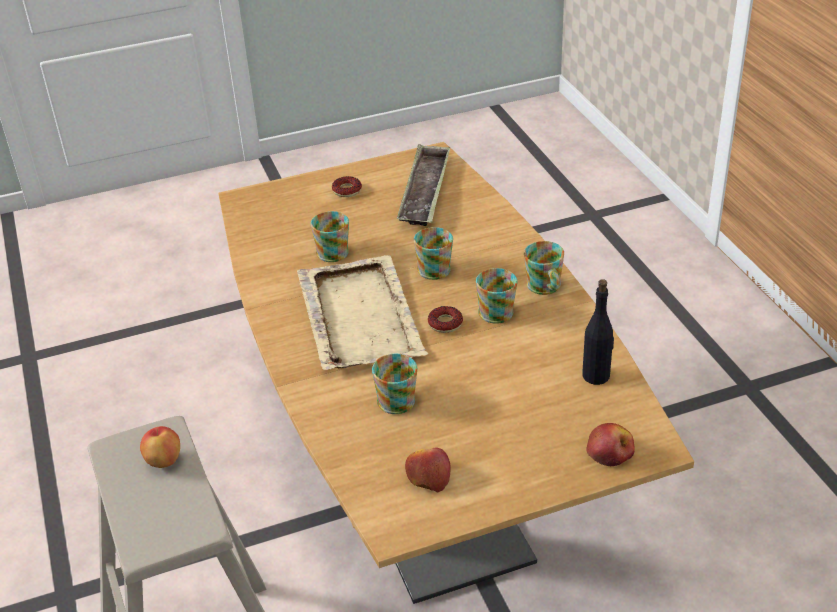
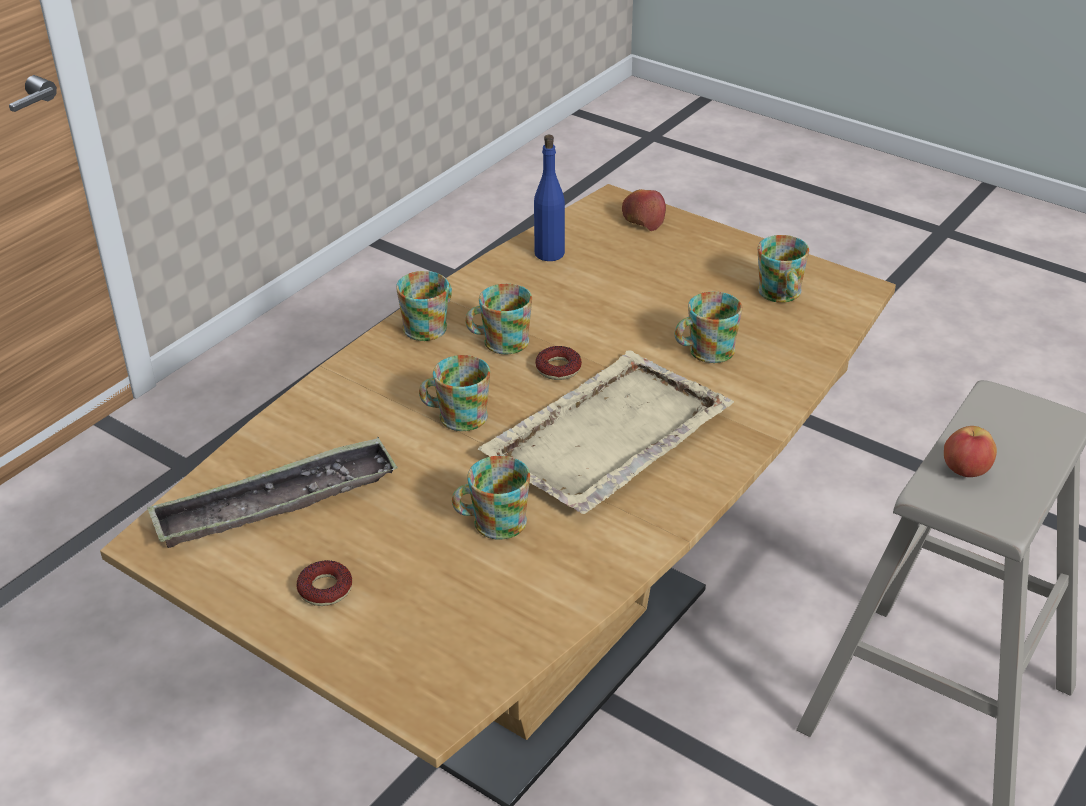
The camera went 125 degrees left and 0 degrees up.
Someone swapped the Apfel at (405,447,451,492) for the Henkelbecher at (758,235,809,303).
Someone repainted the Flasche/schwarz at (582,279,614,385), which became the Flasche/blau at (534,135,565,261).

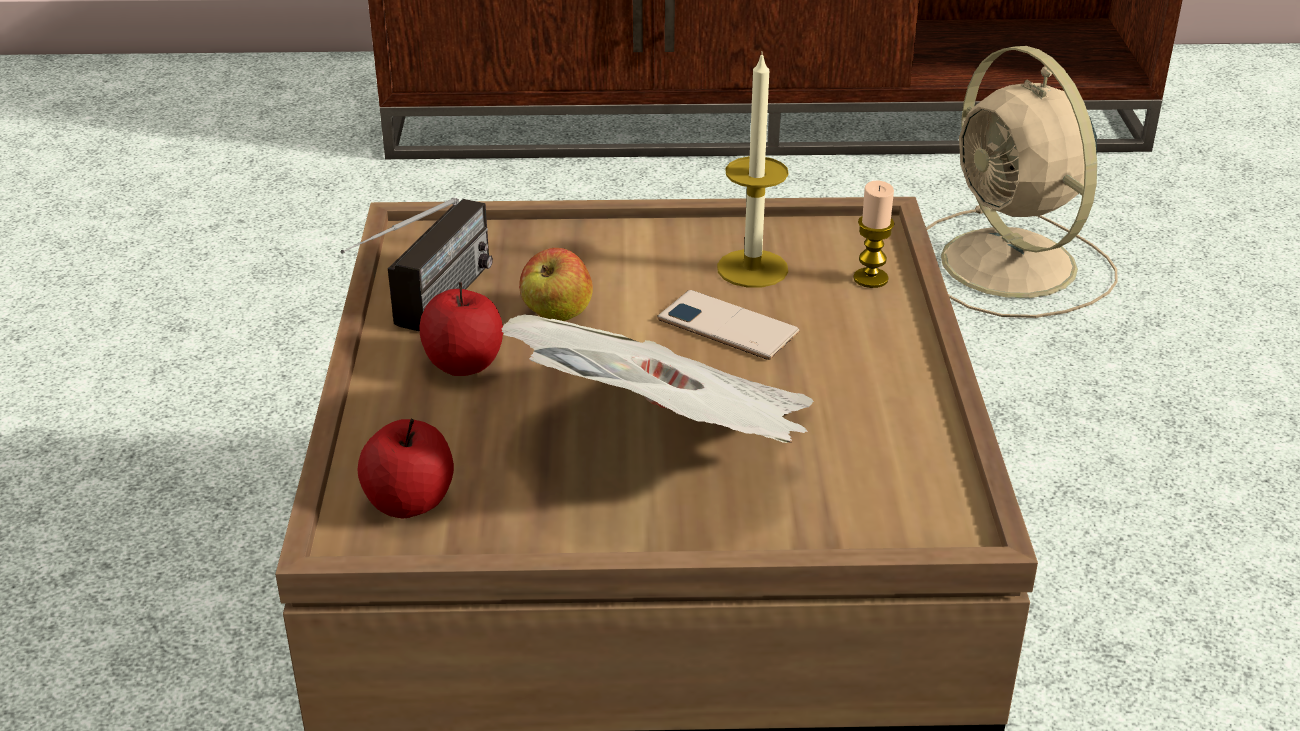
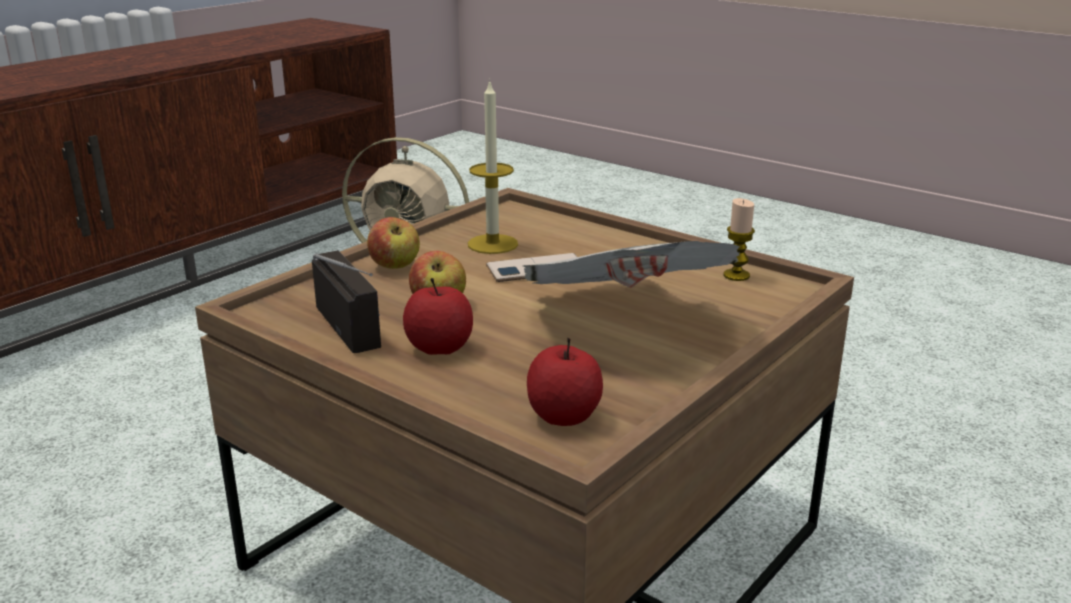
The camera went 50 degrees left and 10 degrees down.
Someone put down the Apfel at (367,217,420,269).
Someone carried the Kerze from (853,181,895,288) to (723,198,755,281).

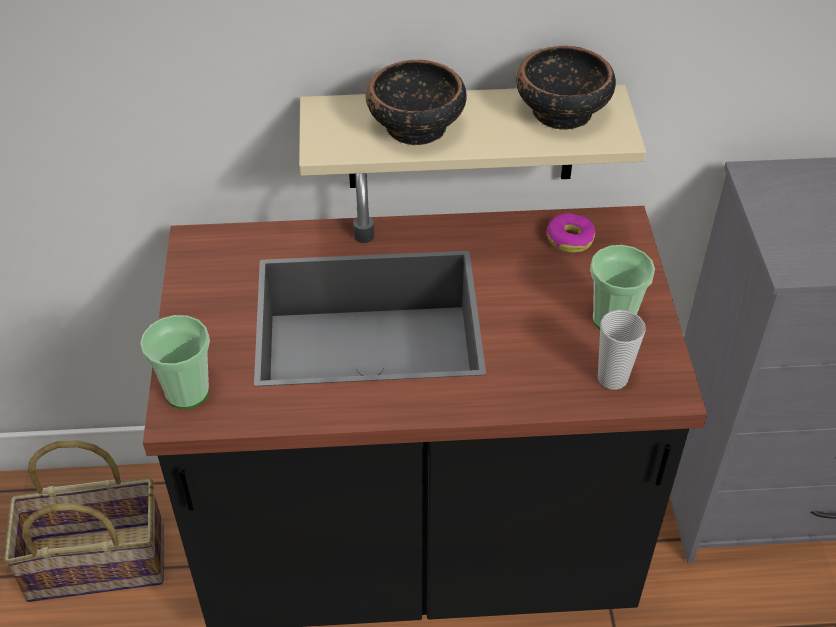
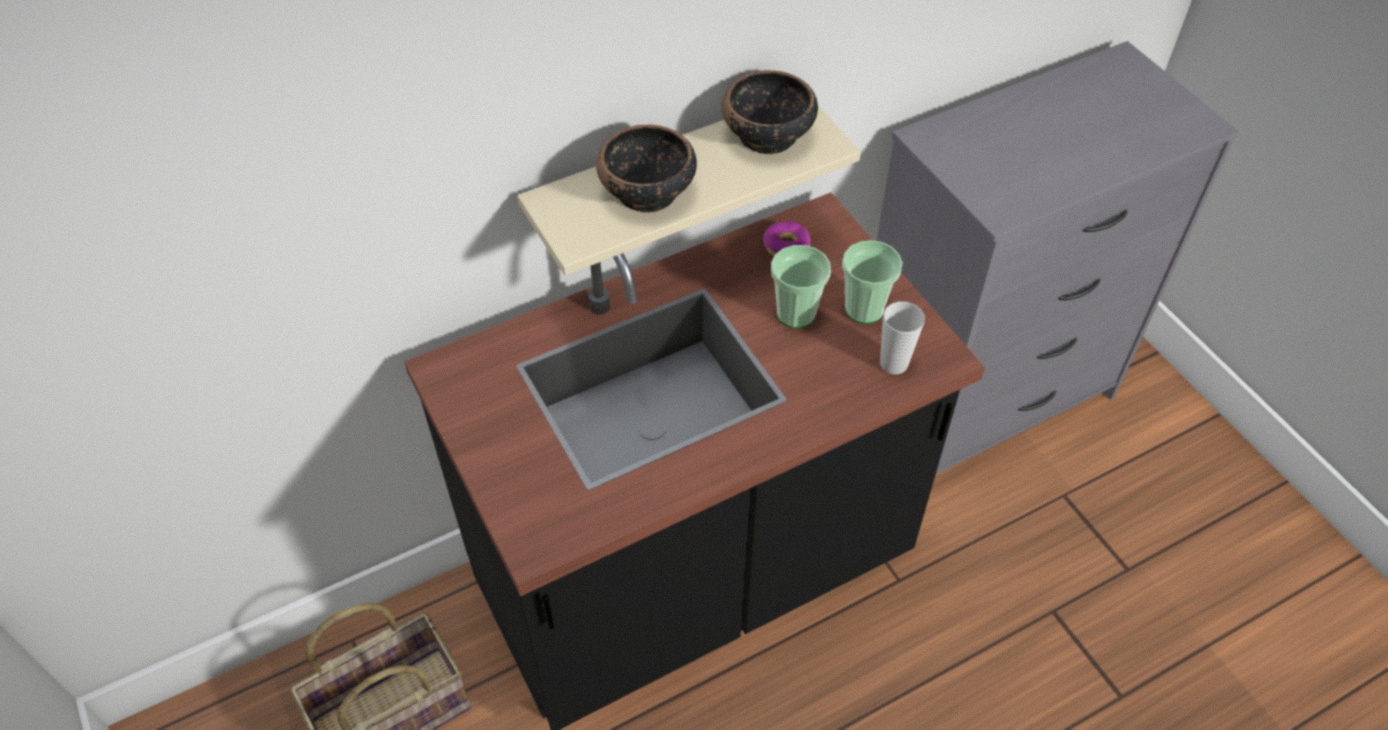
The camera went 25 degrees left and 5 degrees up.
Someone carried the Tasse from (140,315,210,409) to (771,245,831,329).

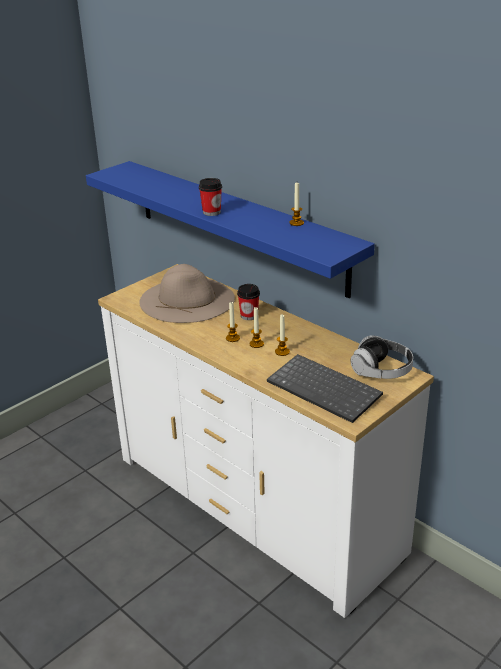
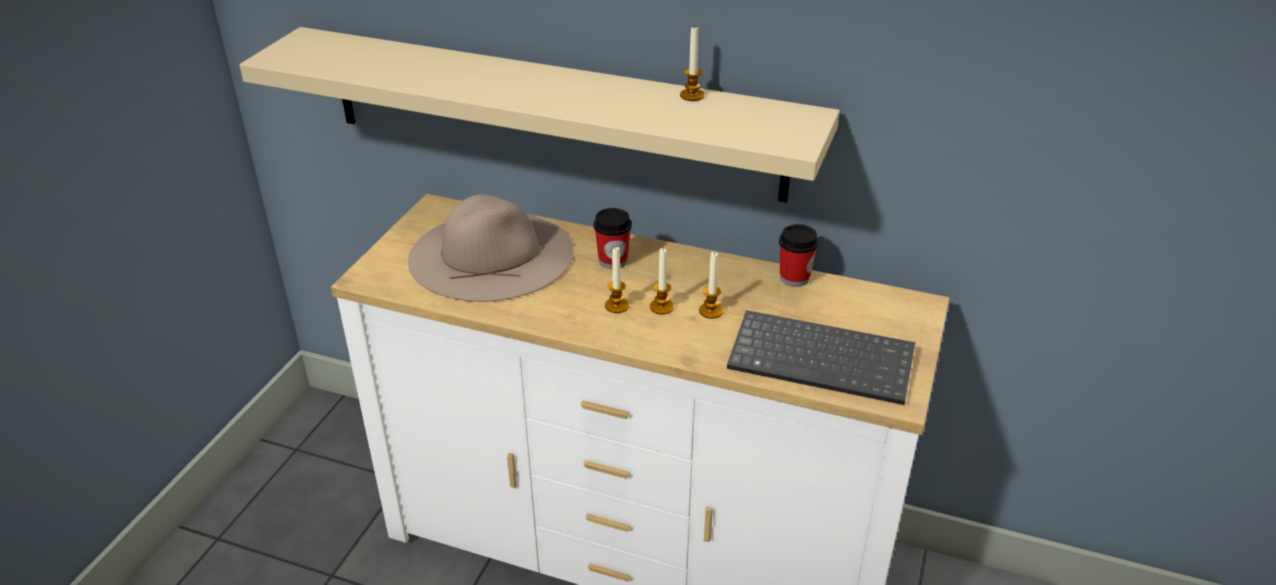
The camera went 25 degrees left and 5 degrees up.
Someone took away the Kopfhörer at (351,335,413,379).
Someone carried the Tasse from (199,178,222,216) to (779,224,818,287).
Someone repainted the Wandregal/blau at (86,161,375,298), which became the Wandregal/beige at (239,27,840,203).

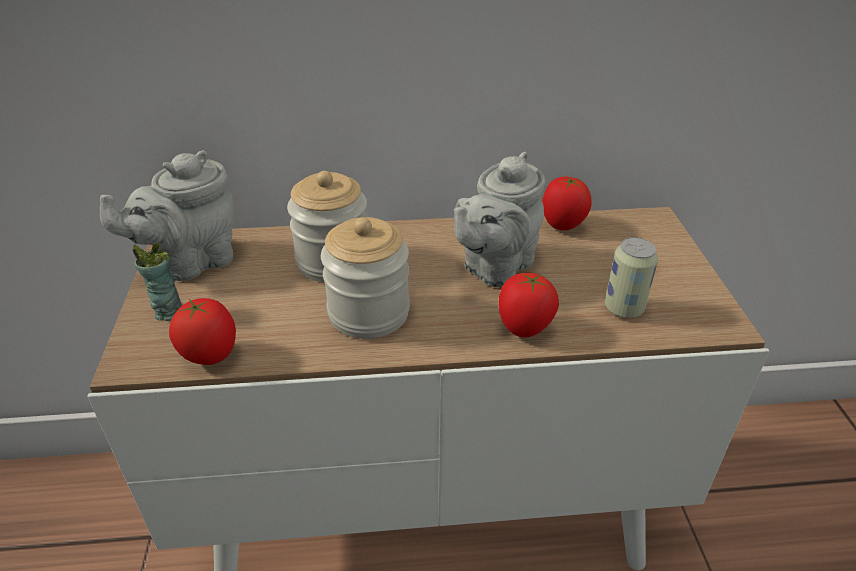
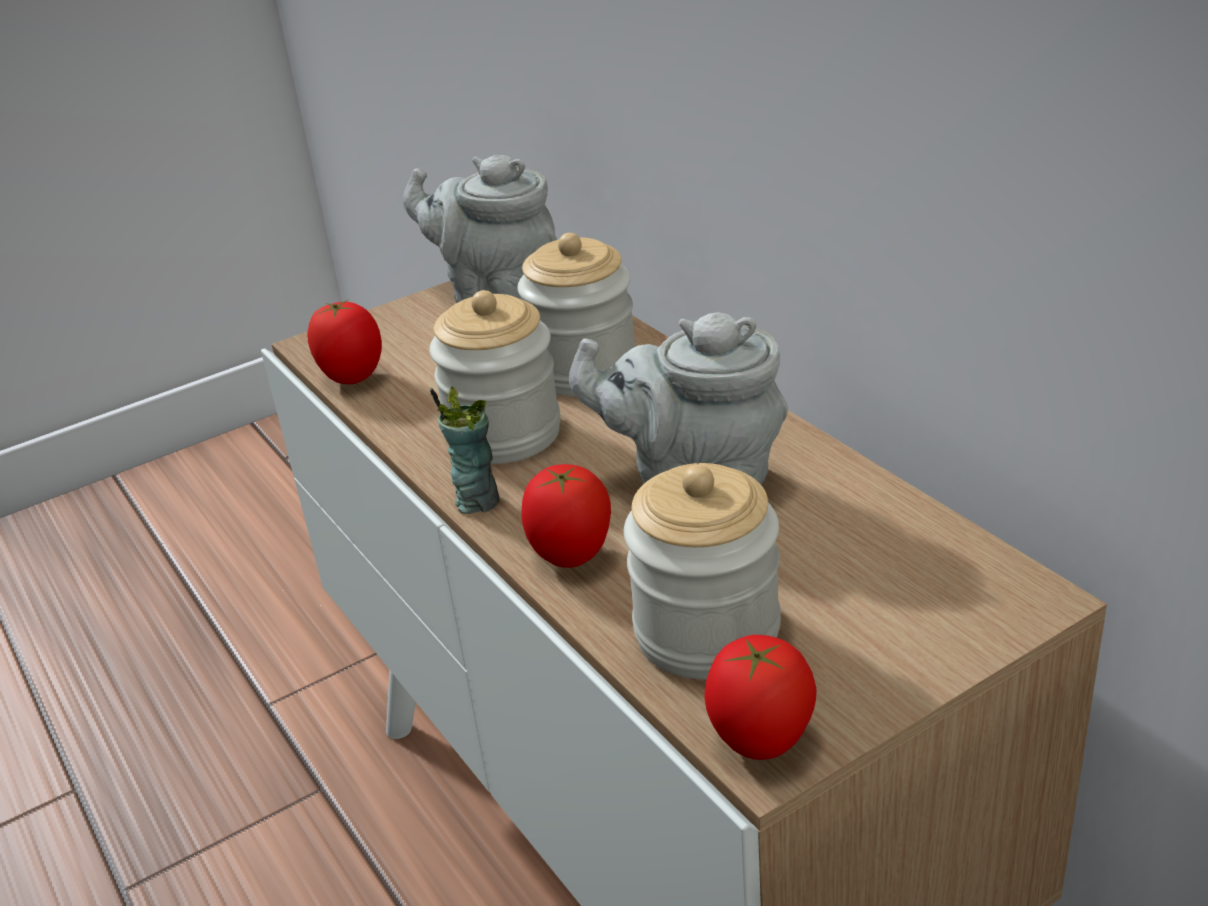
The camera went 65 degrees right and 5 degrees down.
Someone carried the Tasse from (131,243,182,321) to (430,386,499,514).
Someone carried the Tomate from (542,177,592,230) to (705,635,817,760).
Someone swapped the Dose at (605,237,658,318) for the Vorratsglas at (624,463,781,679).

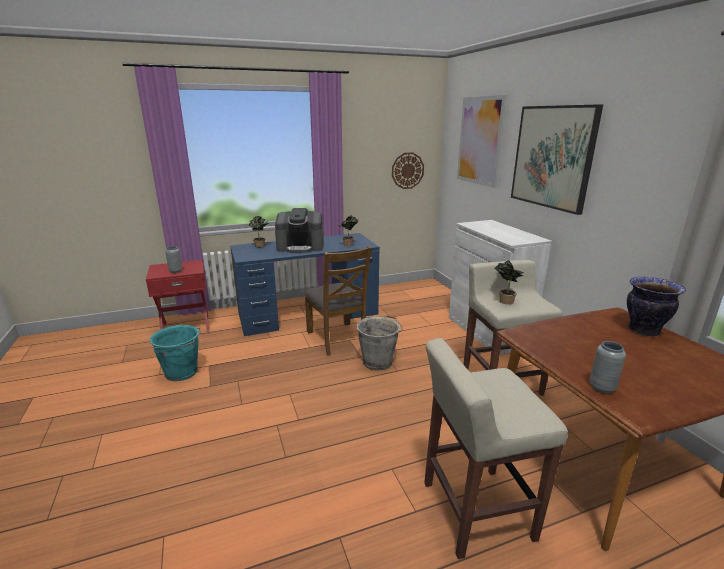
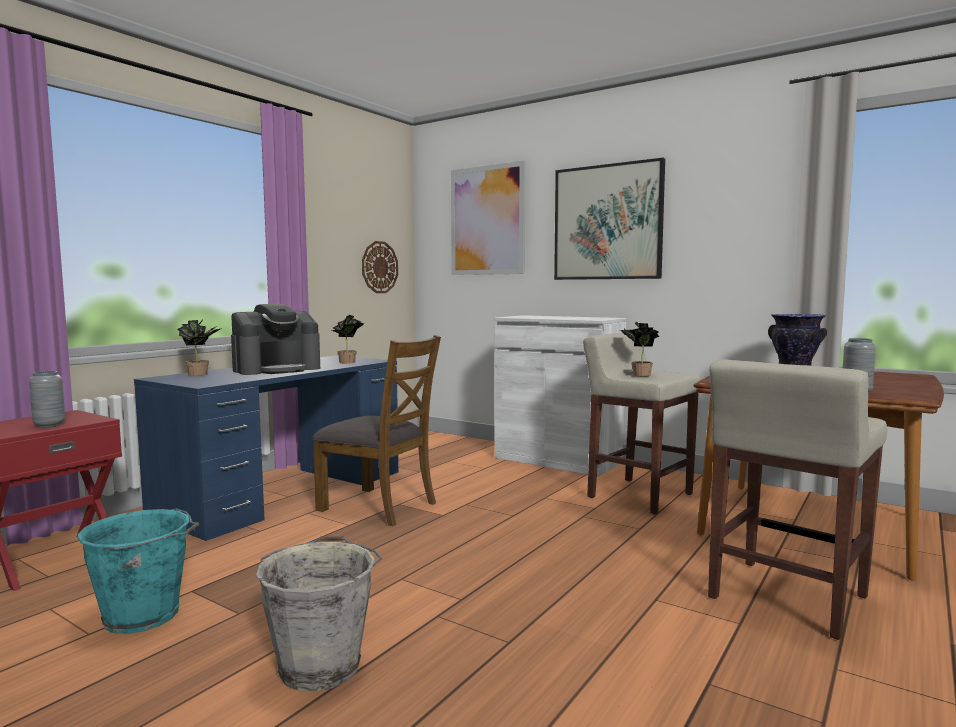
The camera went 35 degrees left and 15 degrees down.
Someone carried the Eimer/grau from (357,315,402,371) to (256,536,382,692).

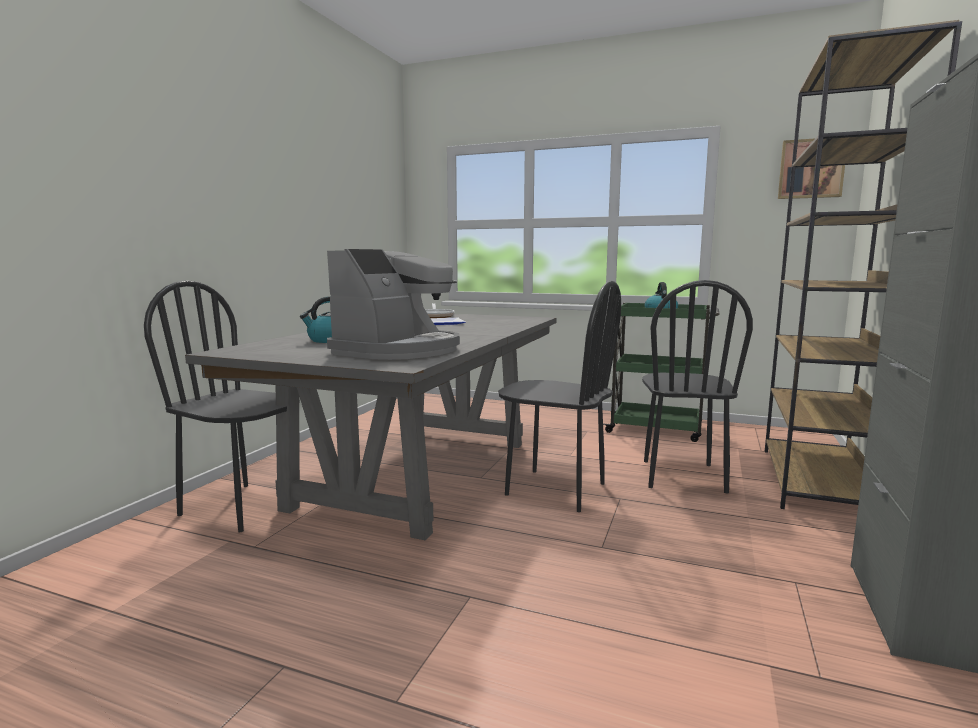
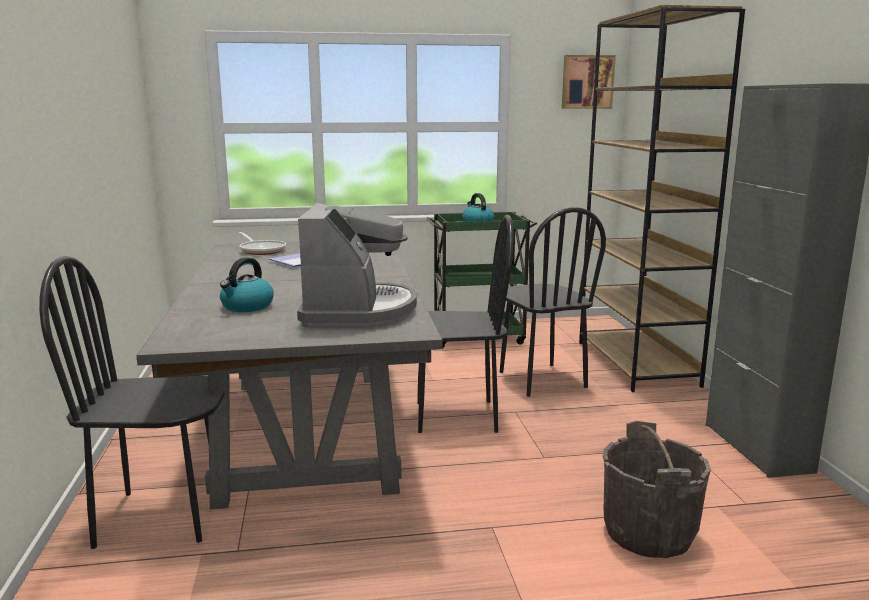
The camera went 30 degrees left and 5 degrees up.
Someone put down the Eimer/grau at (603,421,711,558).

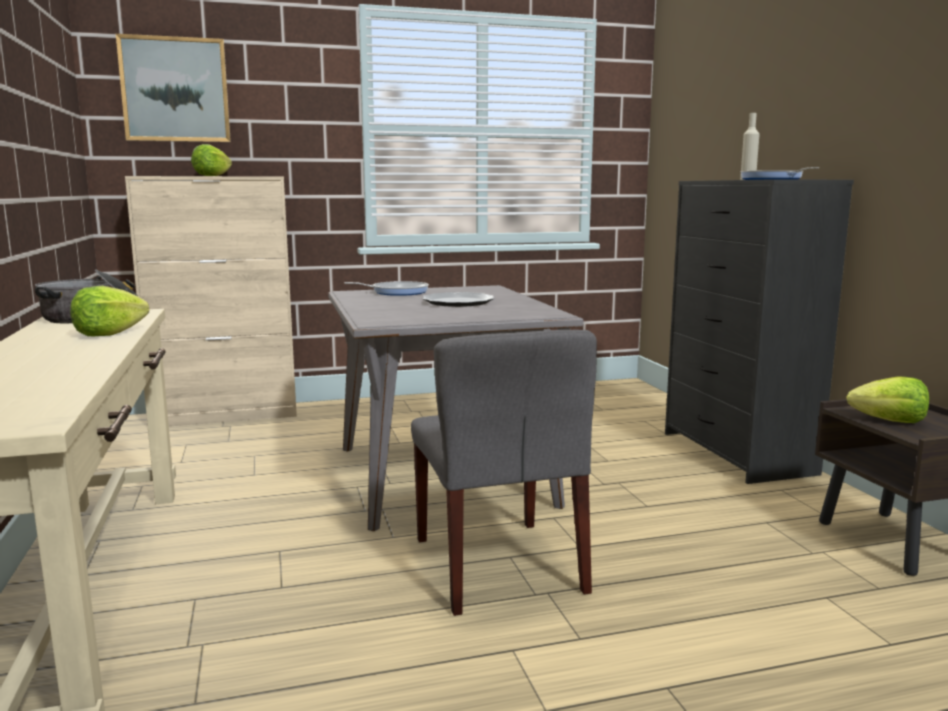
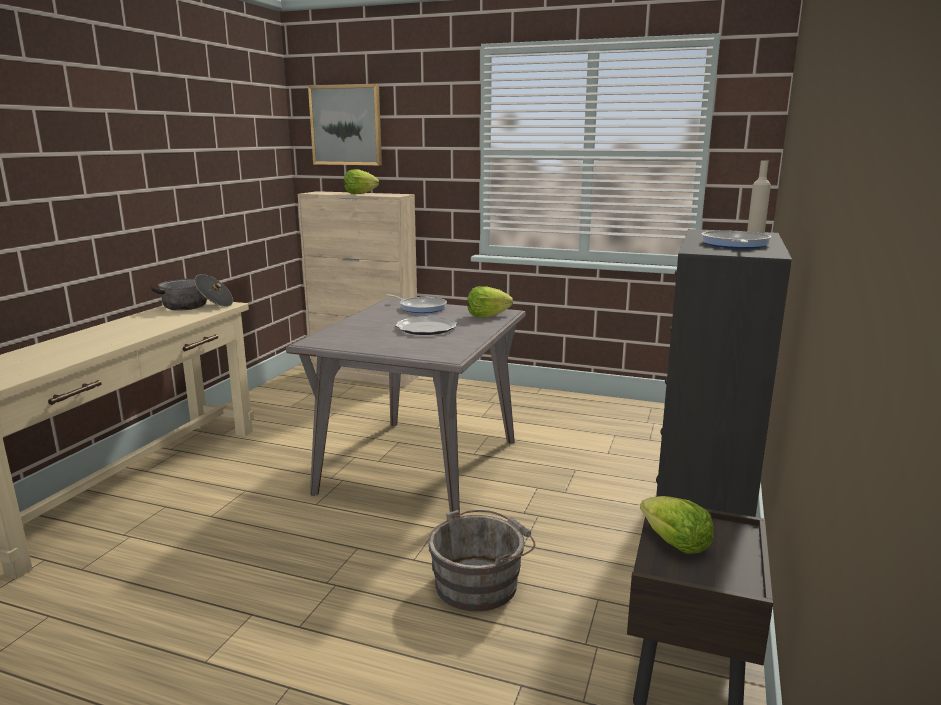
The camera went 35 degrees right and 5 degrees up.
Someone took away the Stuhl/grau at (411,330,597,616).
Someone put down the Eimer/grau at (428,510,535,611).
Someone carried the Salatkopf from (70,286,149,336) to (467,286,513,318).

